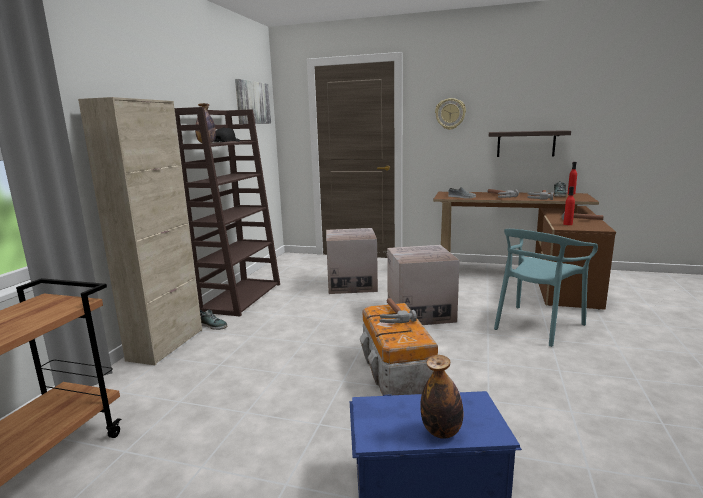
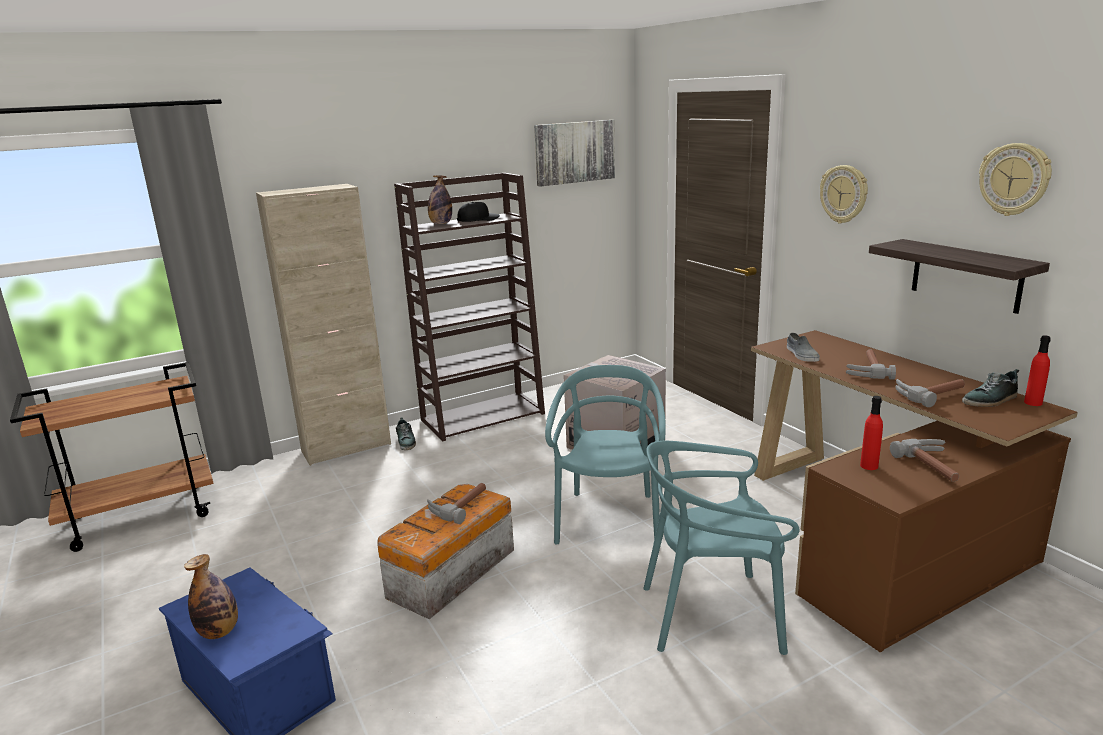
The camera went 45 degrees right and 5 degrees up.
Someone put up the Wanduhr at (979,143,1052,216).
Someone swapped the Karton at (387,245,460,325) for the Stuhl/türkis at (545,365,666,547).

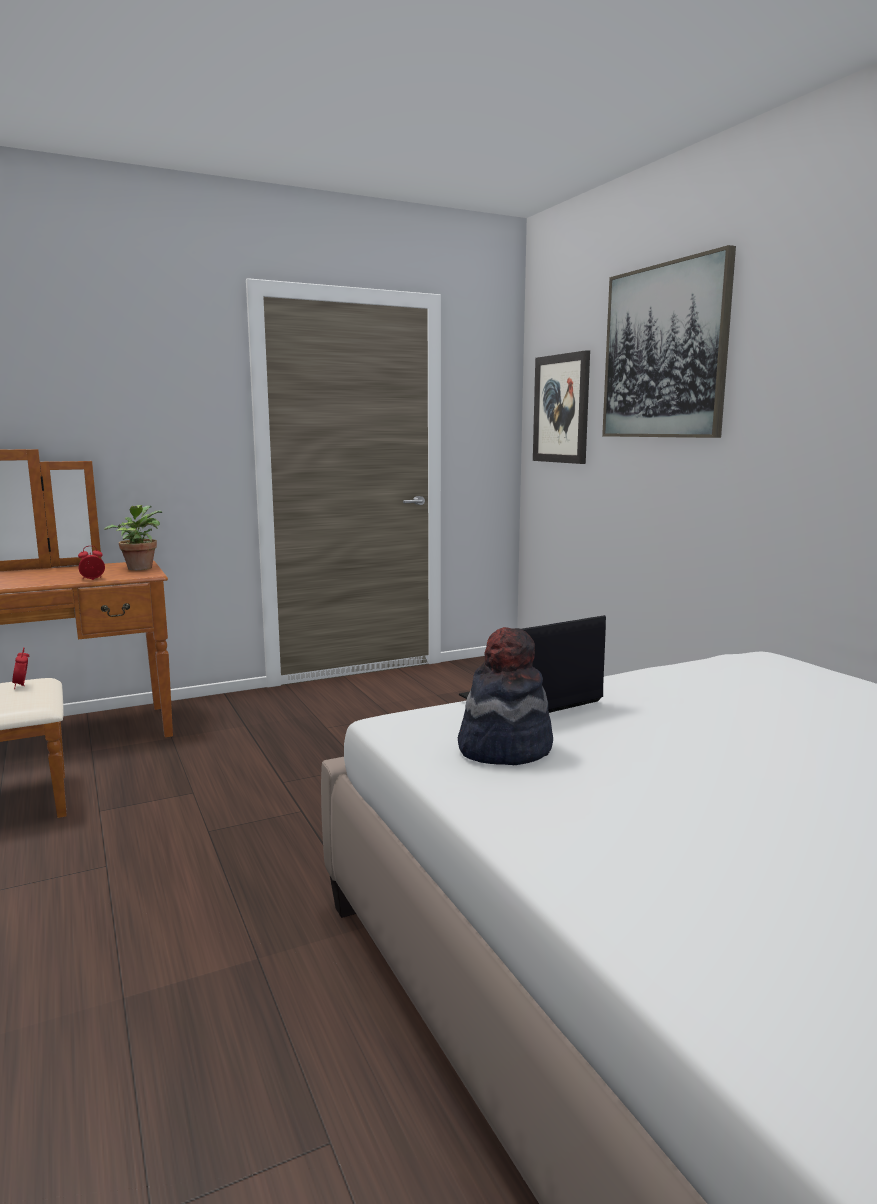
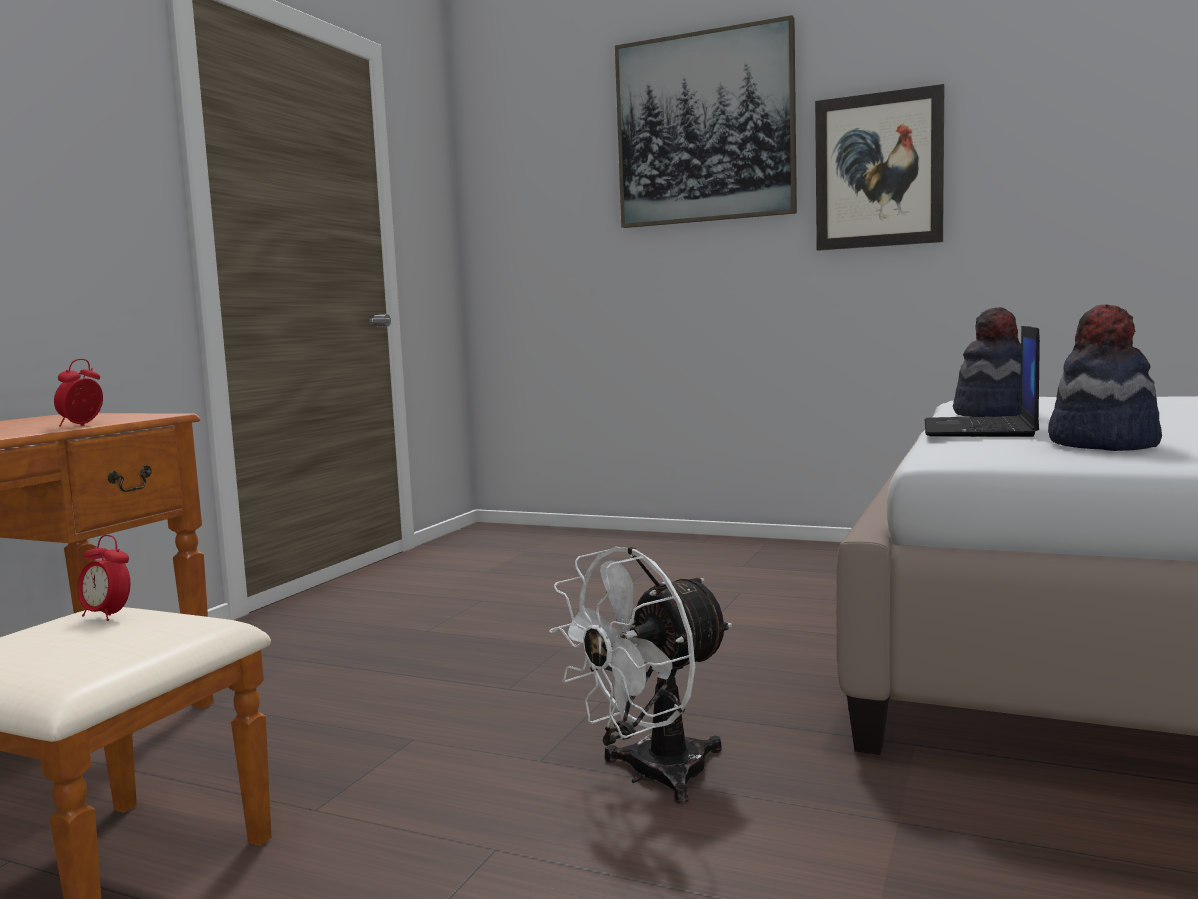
The camera went 40 degrees left and 5 degrees down.
Someone took away the Topfpflanze at (104,505,162,570).
Someone put down the Ventilator/weiß at (549,547,732,804).
Someone put down the Hut at (953,307,1021,417).
Someone carried the Bild from (533,350,590,464) to (815,84,944,251).

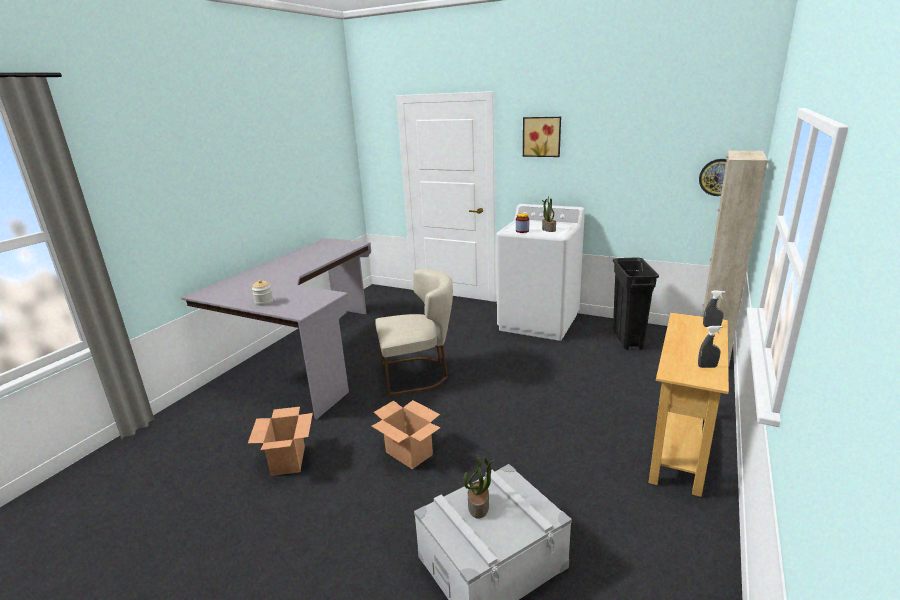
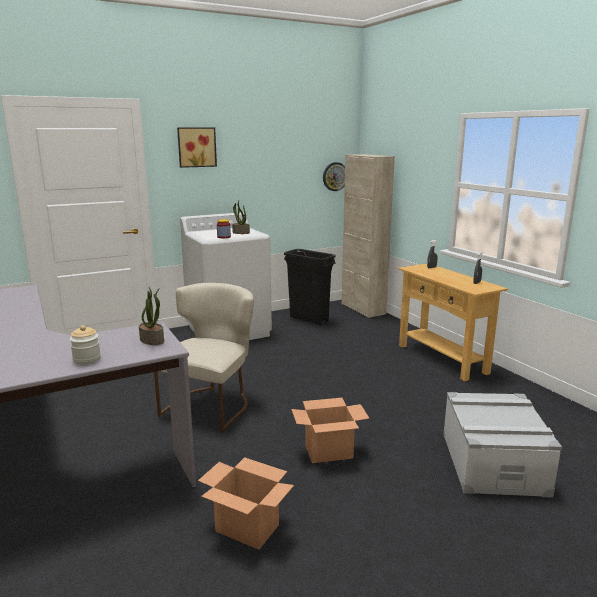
The camera went 55 degrees left and 5 degrees down.
Someone carried the Topfpflanze from (463,456,495,519) to (139,287,164,345).

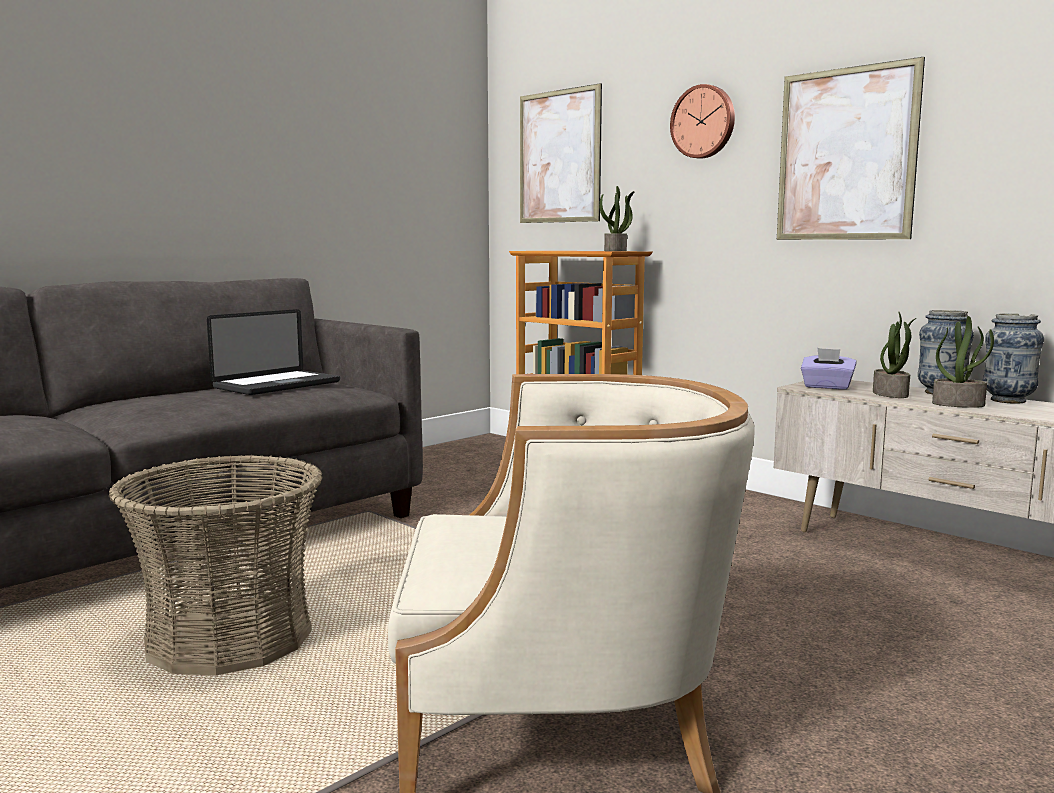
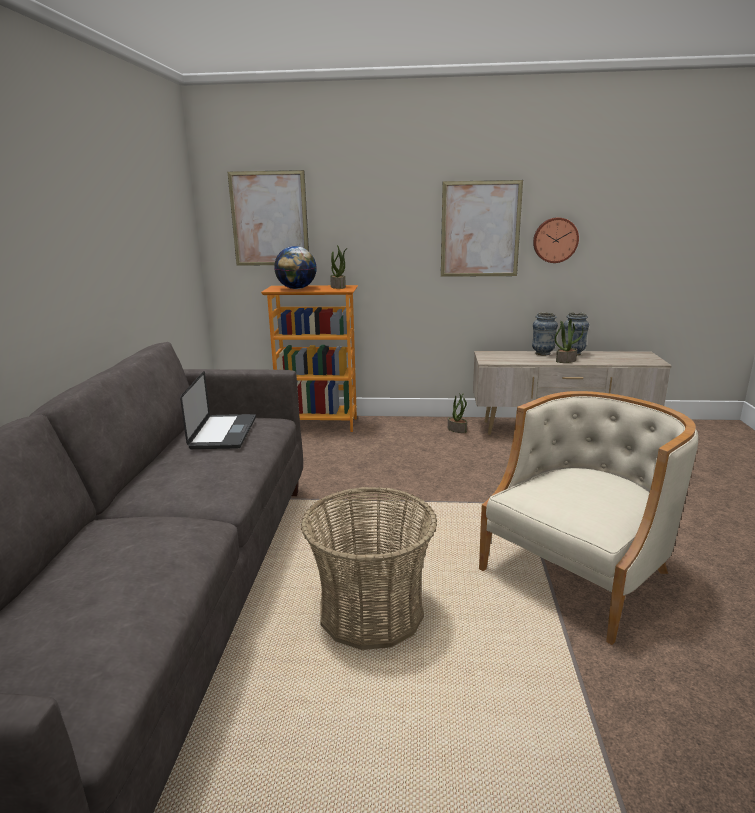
The camera went 40 degrees left and 10 degrees up.
Someone took away the Taschentuchbox/lila at (801,348,857,389).
Someone put down the Globus at (274,246,317,289).
Someone carried the Wanduhr from (670,84,735,159) to (533,217,579,263).
Someone carried the Topfpflanze from (873,312,916,398) to (448,393,467,433).

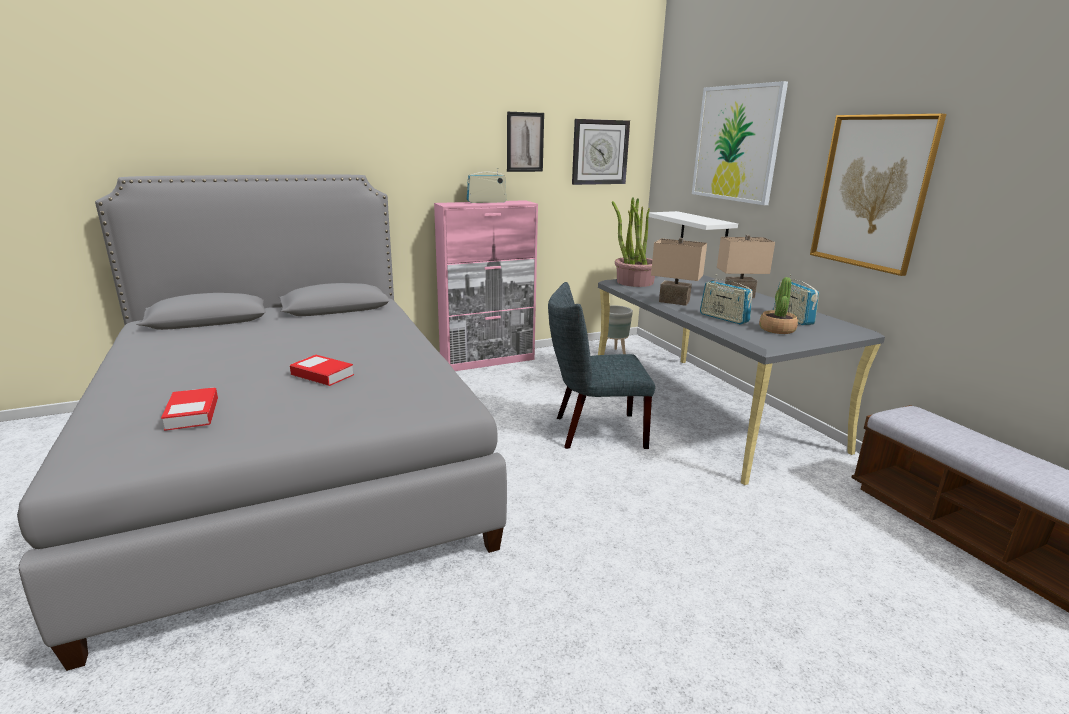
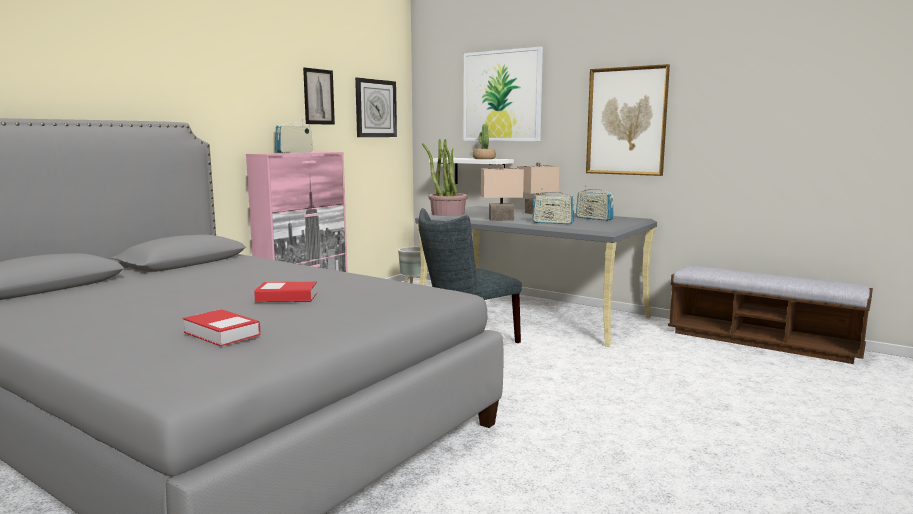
The camera went 30 degrees left and 10 degrees down.
Someone carried the Topfpflanze from (759,277,798,334) to (473,124,496,159).

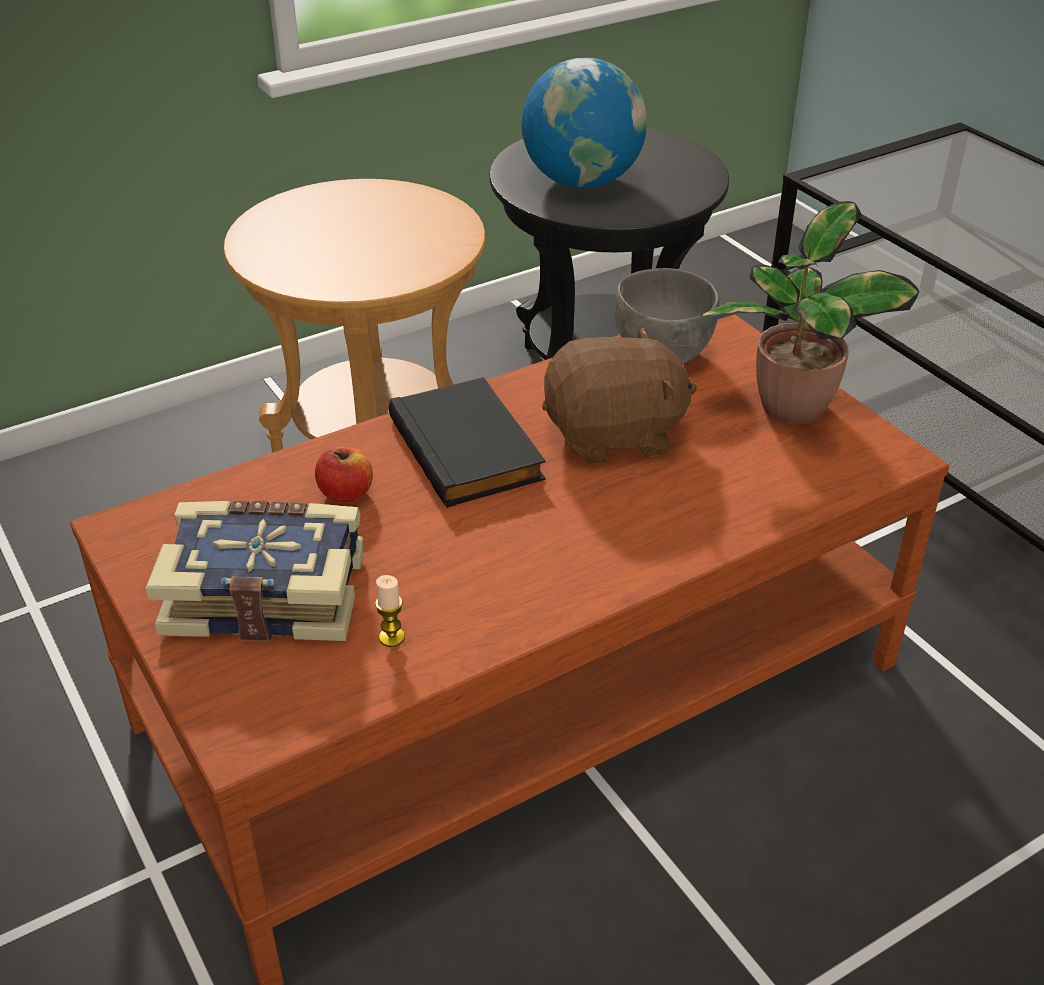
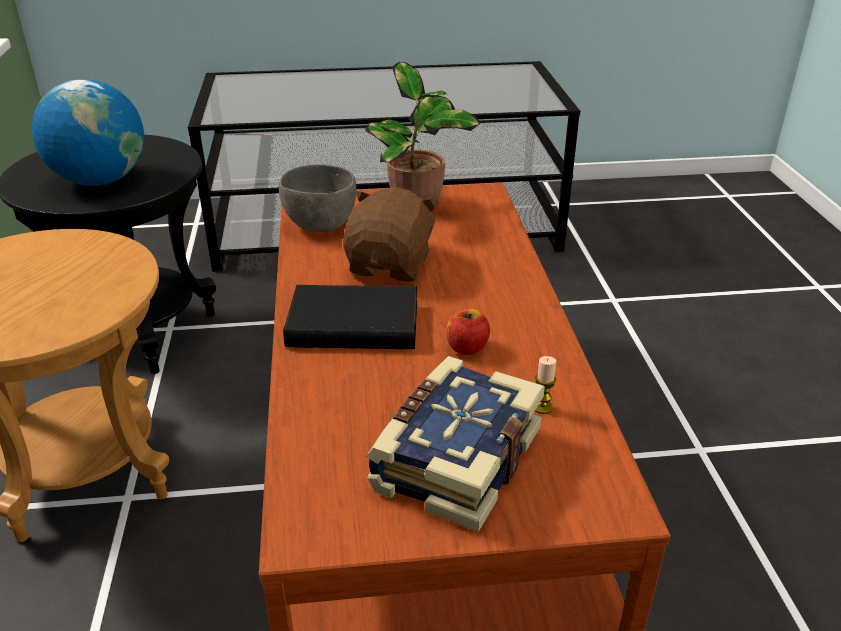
The camera went 65 degrees left and 5 degrees down.
Someone carried the Apfel from (315,447,373,502) to (446,309,490,355).

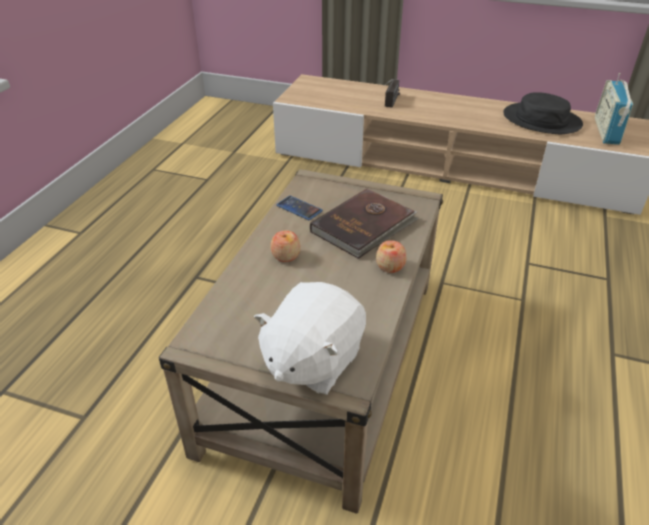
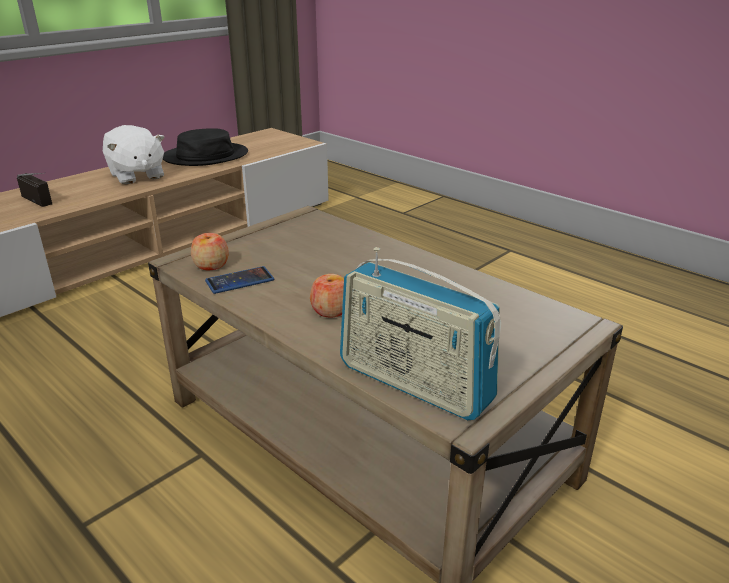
The camera went 65 degrees left and 10 degrees down.
Someone took away the Buch/braun at (310,189,419,259).
Someone carried the Plüschtier/weiß from (254,282,366,395) to (103,125,165,184).
Someone carried the Apfel from (376,240,407,273) to (191,233,229,270).
Someone carried the Radio from (595,73,633,145) to (340,247,501,420).

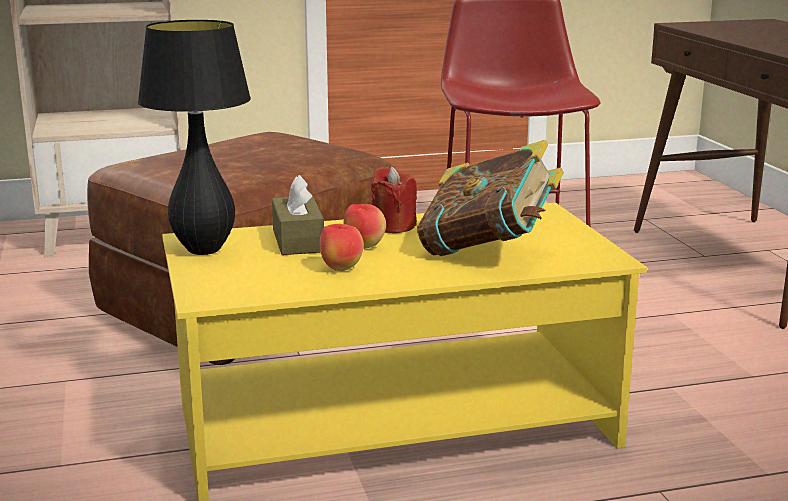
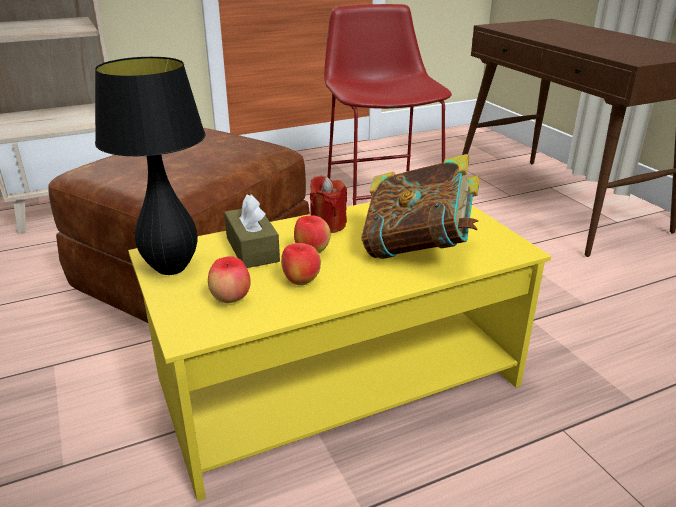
The camera went 10 degrees left and 10 degrees up.
Someone put down the Apfel at (208,256,251,303).

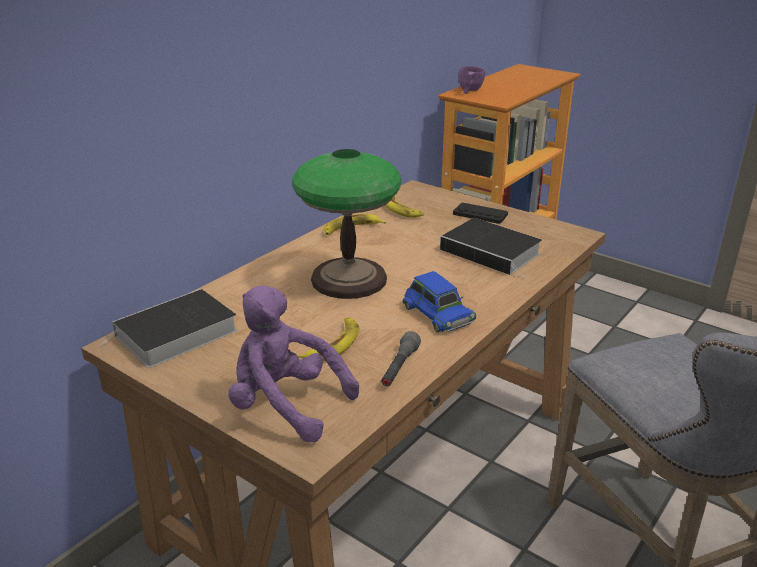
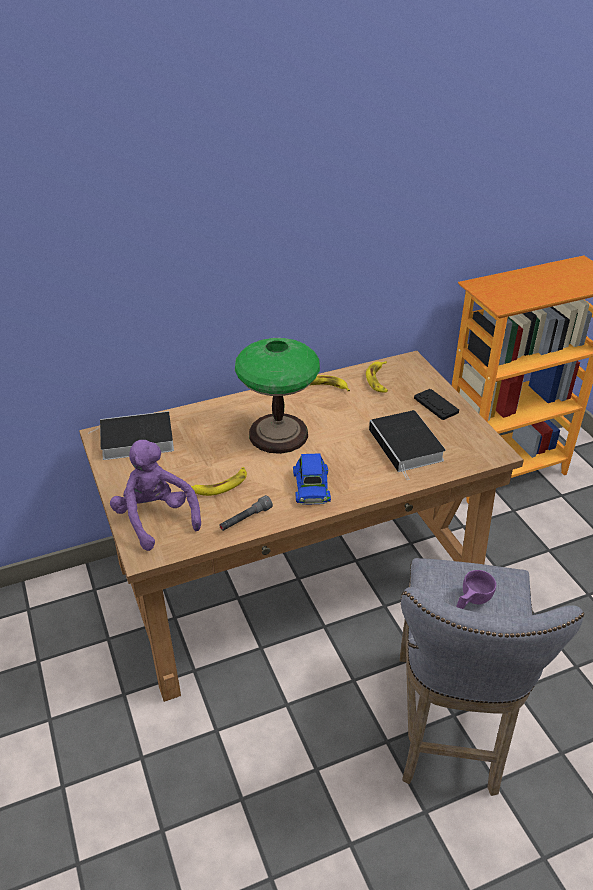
The camera went 30 degrees right and 10 degrees up.
Someone carried the Tasse/lila from (459,66,485,94) to (456,570,496,609).

